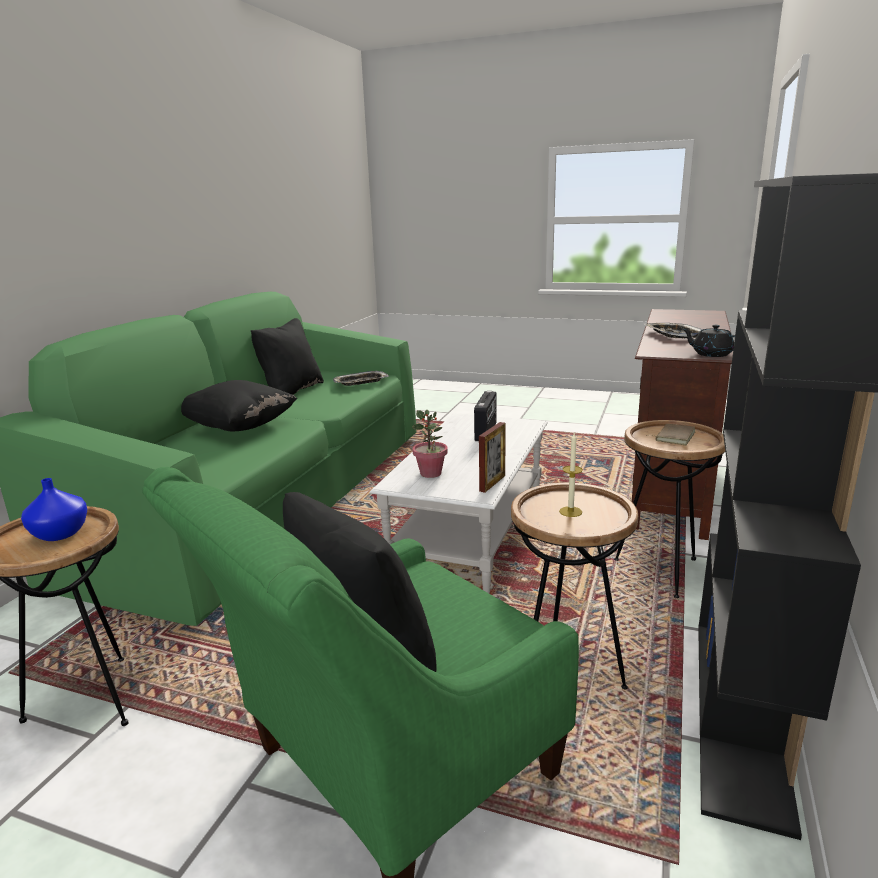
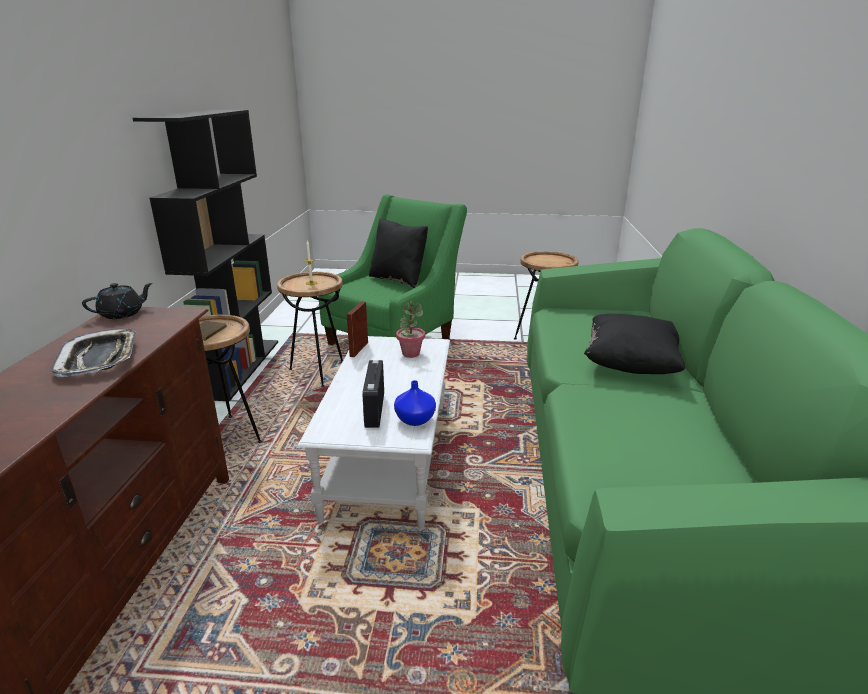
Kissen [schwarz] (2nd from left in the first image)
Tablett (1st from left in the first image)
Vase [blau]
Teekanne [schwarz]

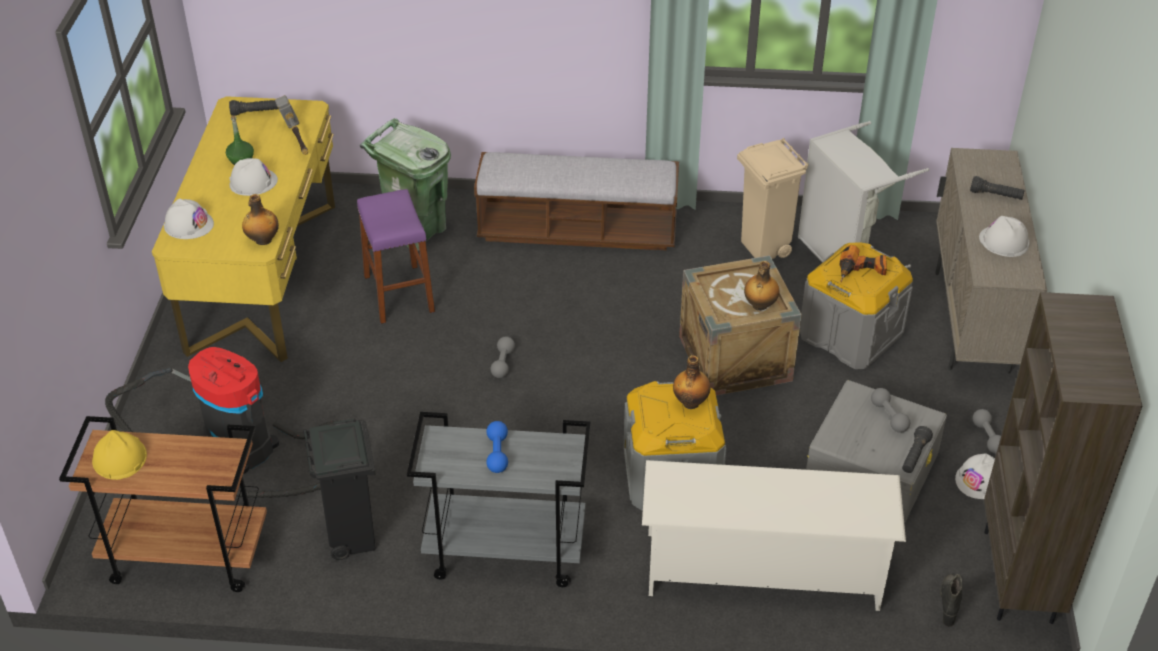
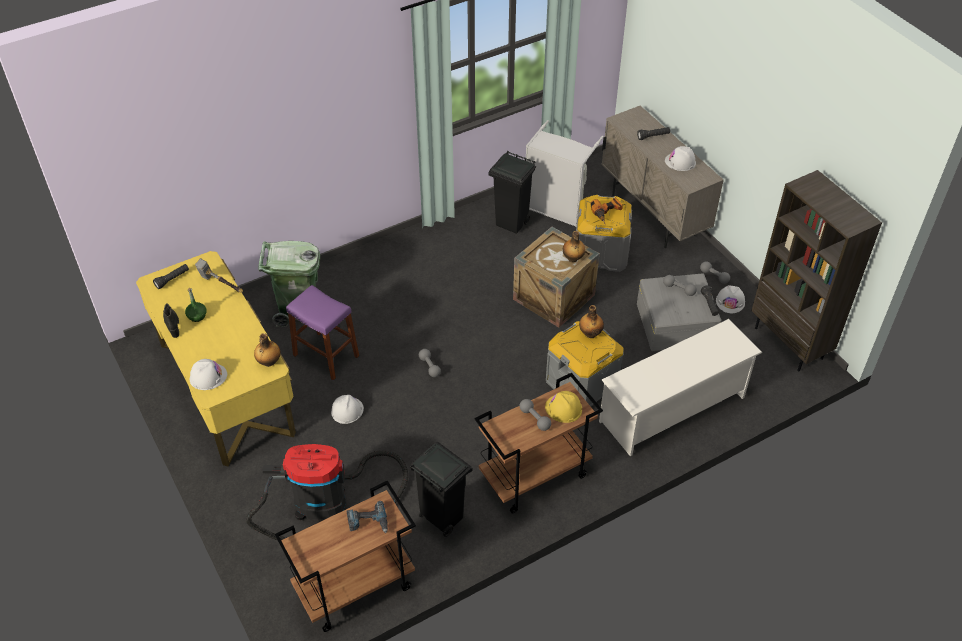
Bank
Bohrmaschine (1st from left)
Schutzhelm [gelb]
Schutzhelm [weiß] (2nd from left)
Stiefel [schwarz]
Rollwagen [braun] (2nd from left)
Hantel [grau] (2nd from left)
Mülleimer [schwarz] (2nd from left)

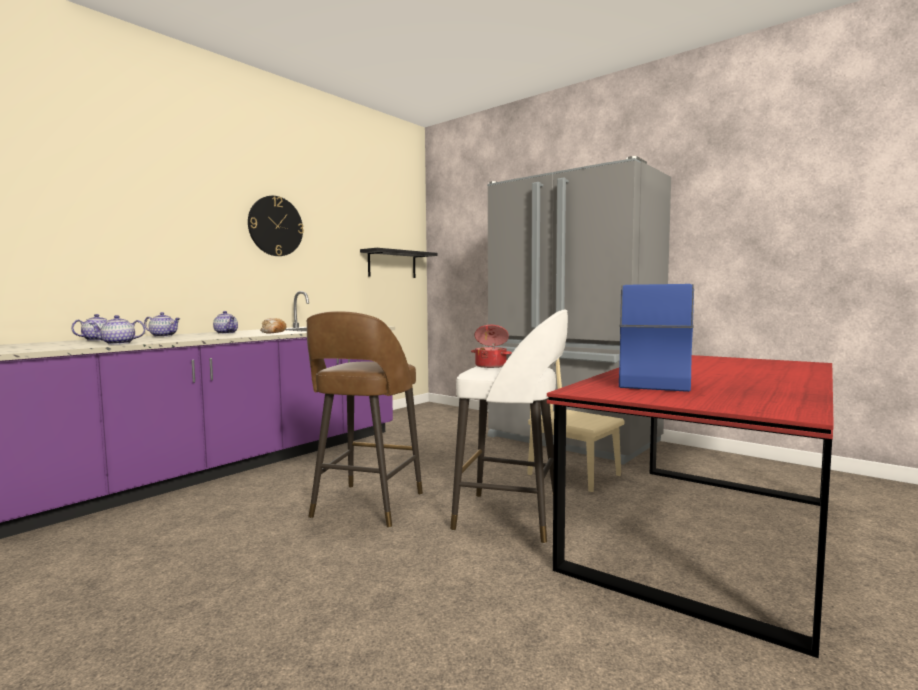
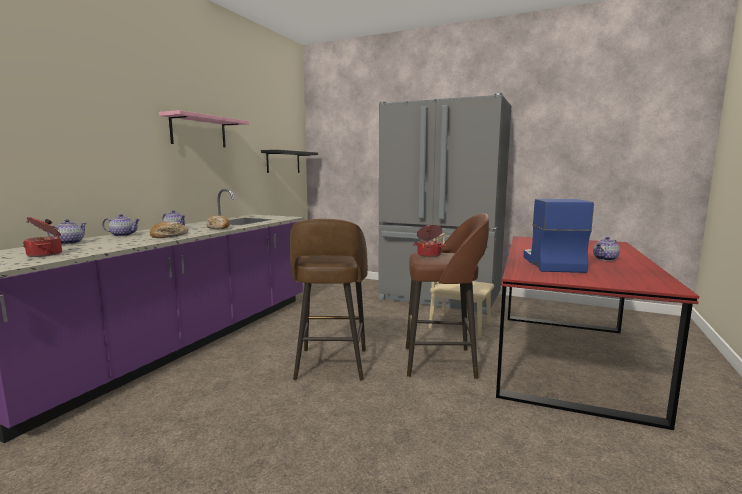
Kochtopf (1st from left)
Brot (1st from left)
Teekanne (4th from left)
Wandregal [rosa]
Hocker [braun] (2nd from left)

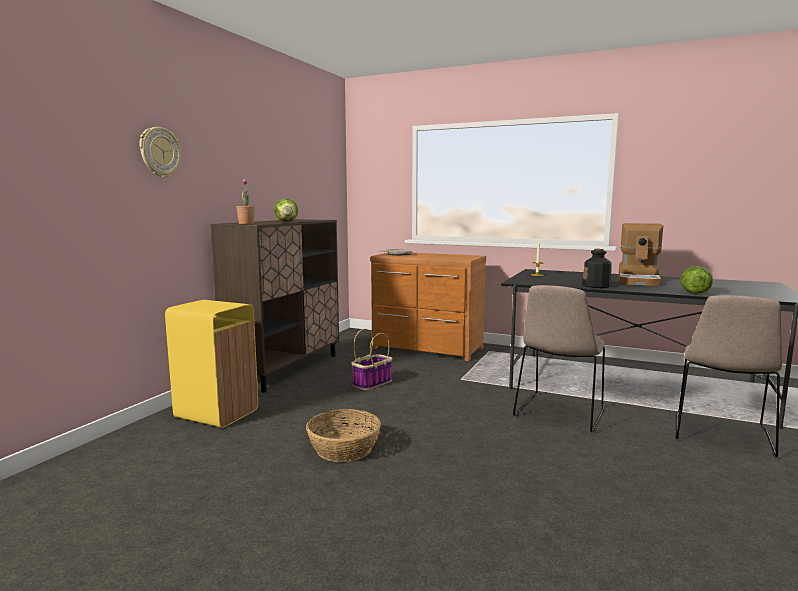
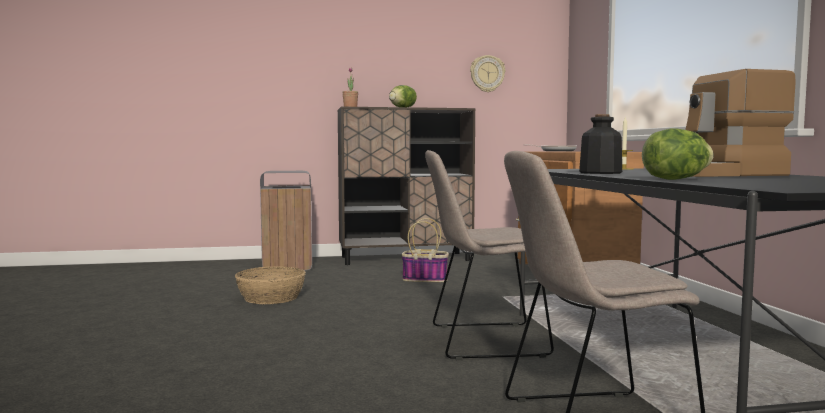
Wanduhr
Mülleimer [grau]

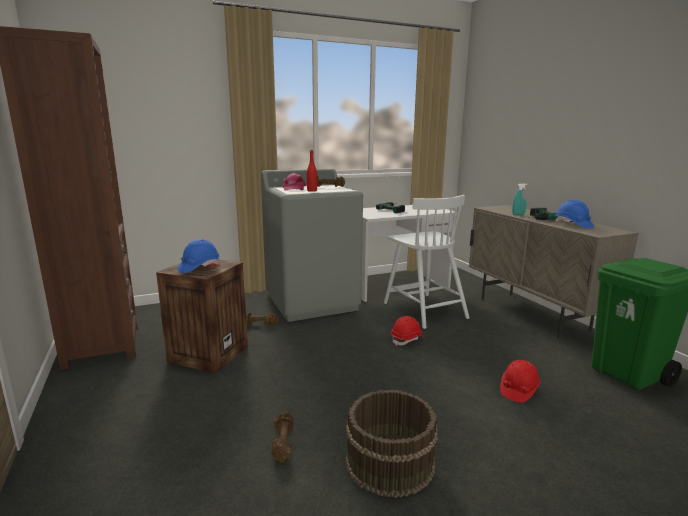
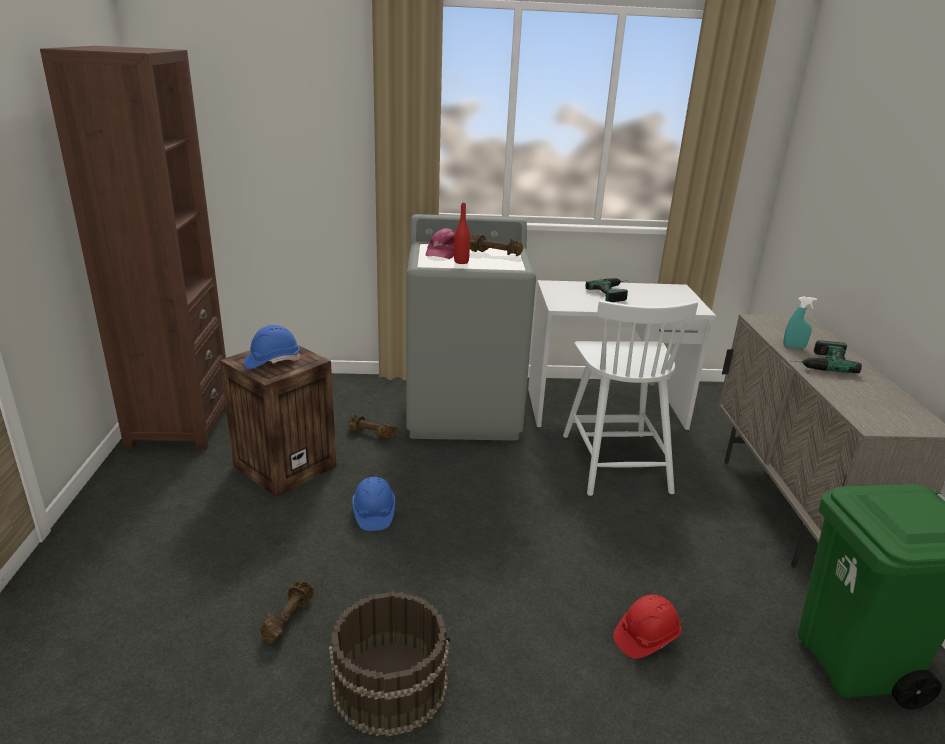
Schutzhelm [rot] (1st from left in the first image)
Schutzhelm [blau] (2nd from left)

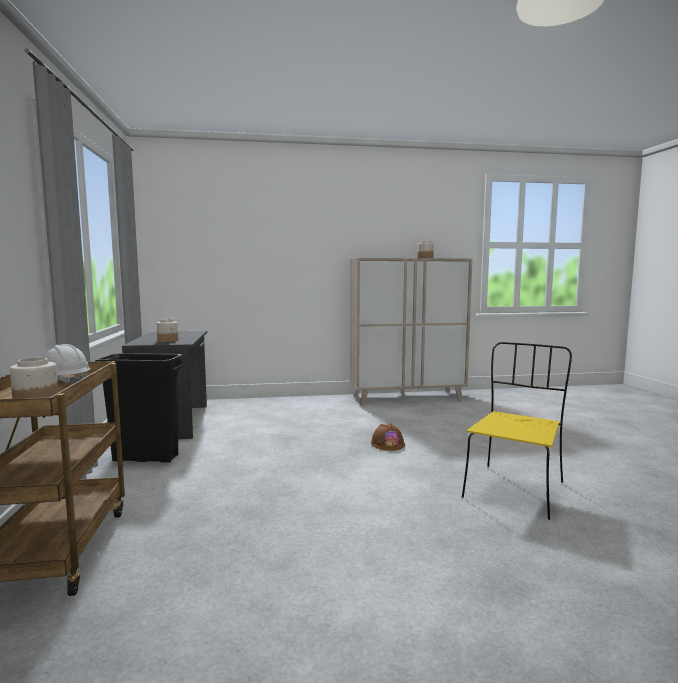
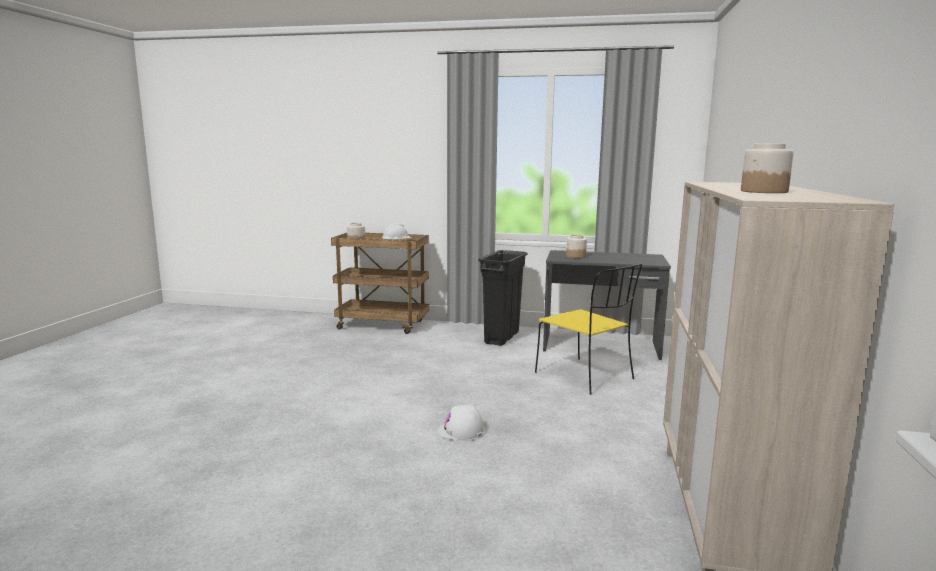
Stuhl [gelb]
Schutzhelm [weiß] (2nd from left)

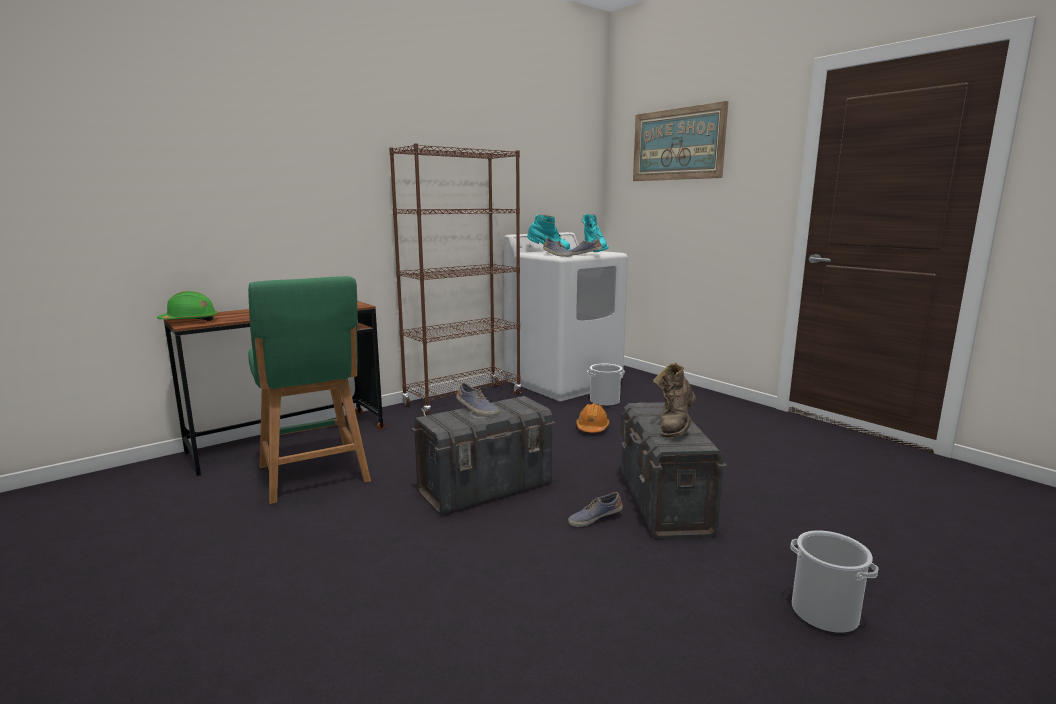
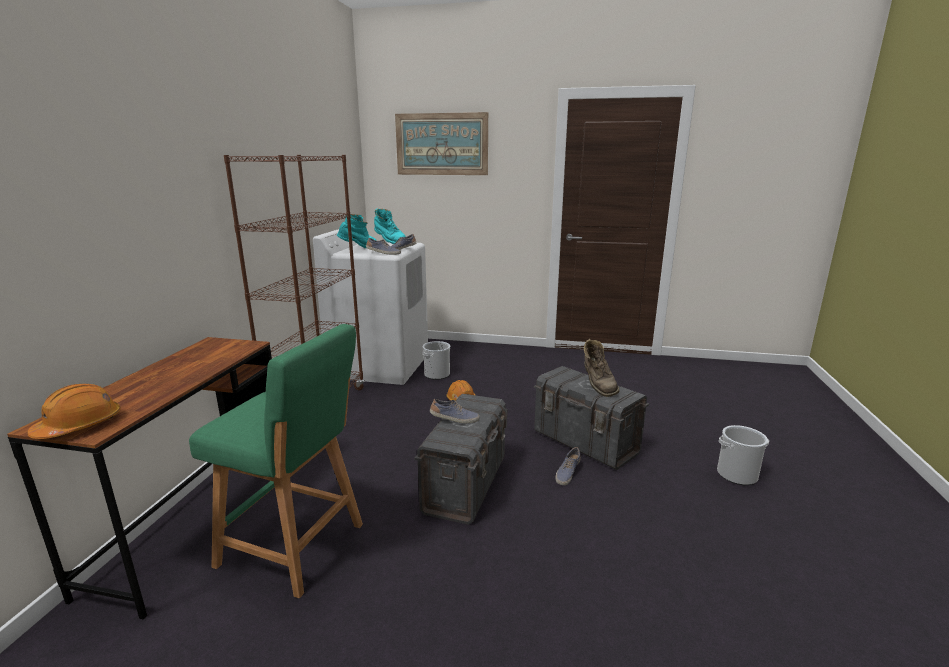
Schutzhelm [orange] (1st from left)

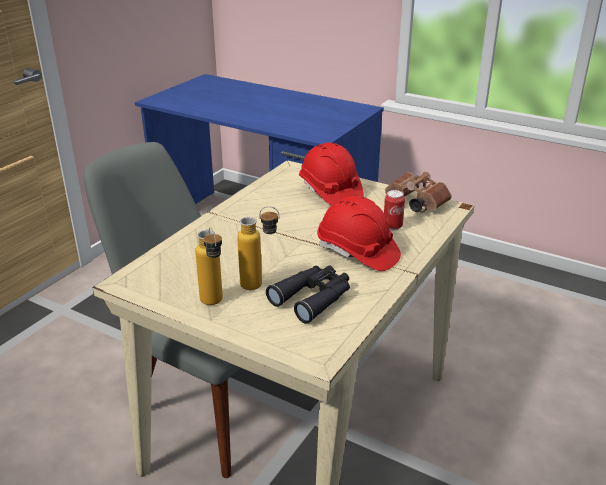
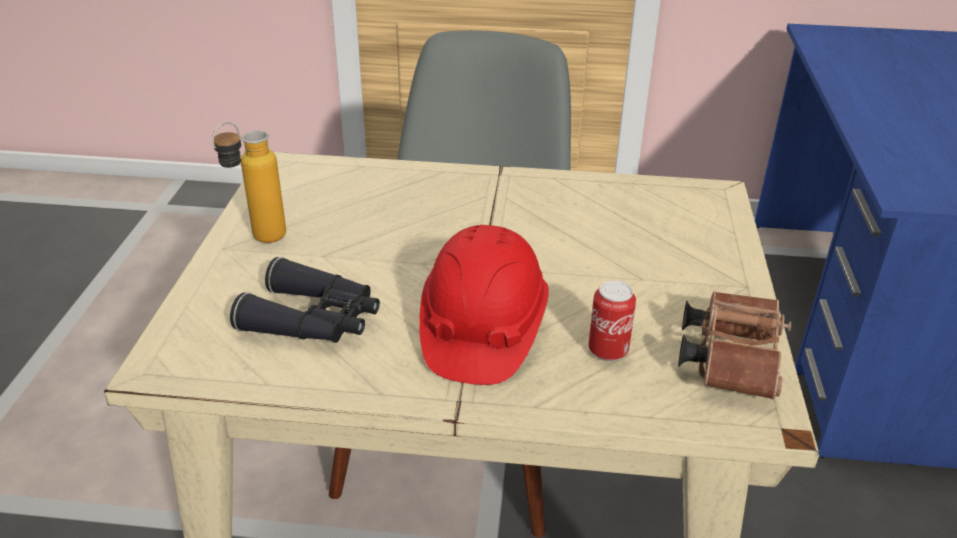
Flasche (2nd from left in the first image)
Schutzhelm [rot] (1st from left in the first image)

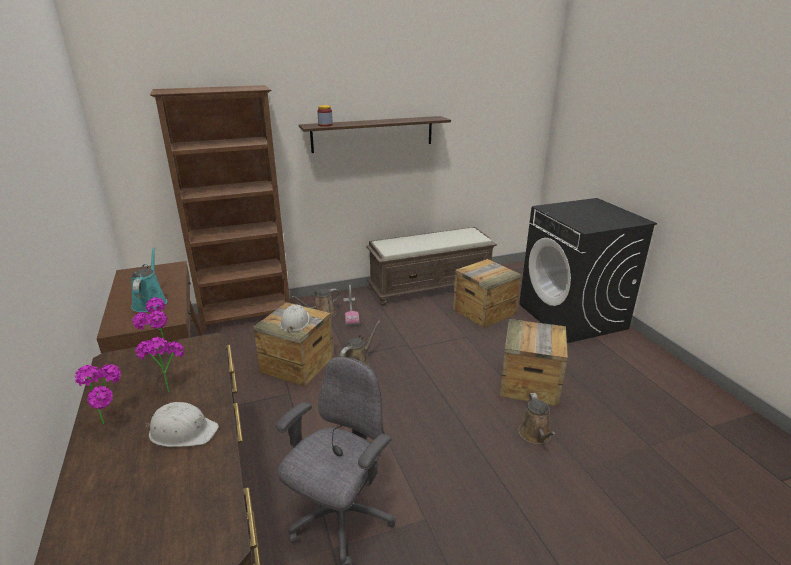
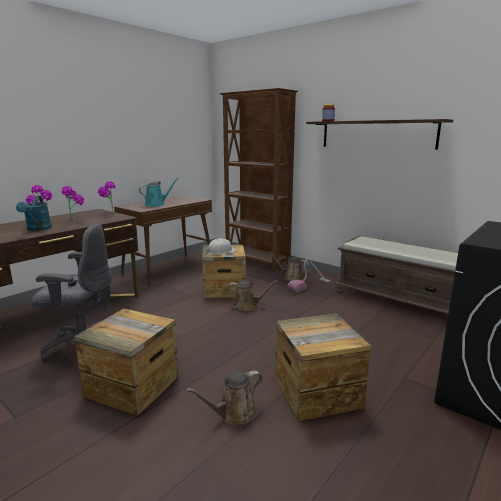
Kiste (1st from left)
Gießkanne [türkis] (1st from left)

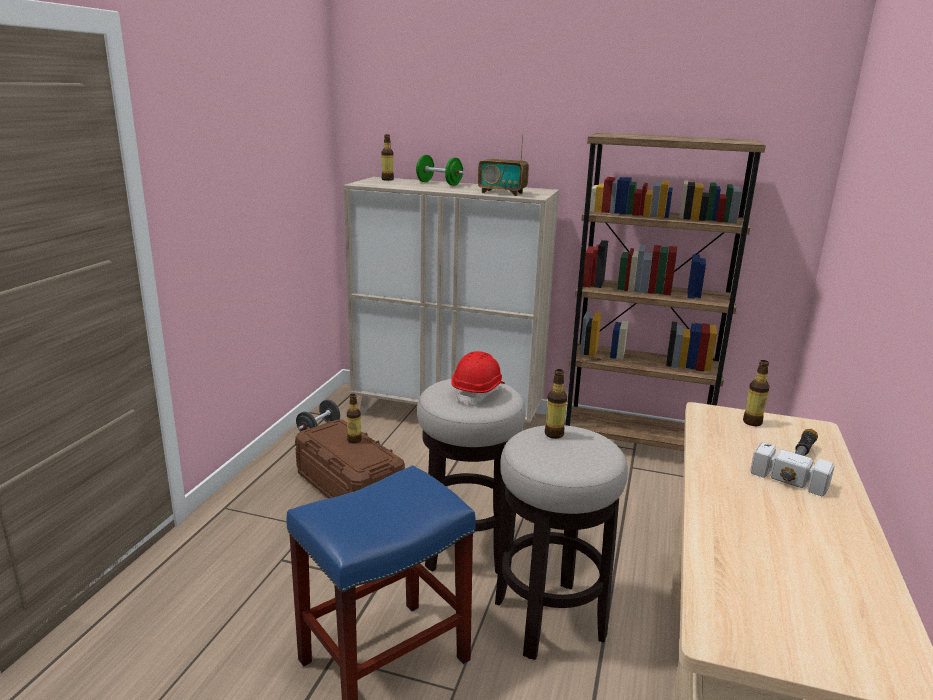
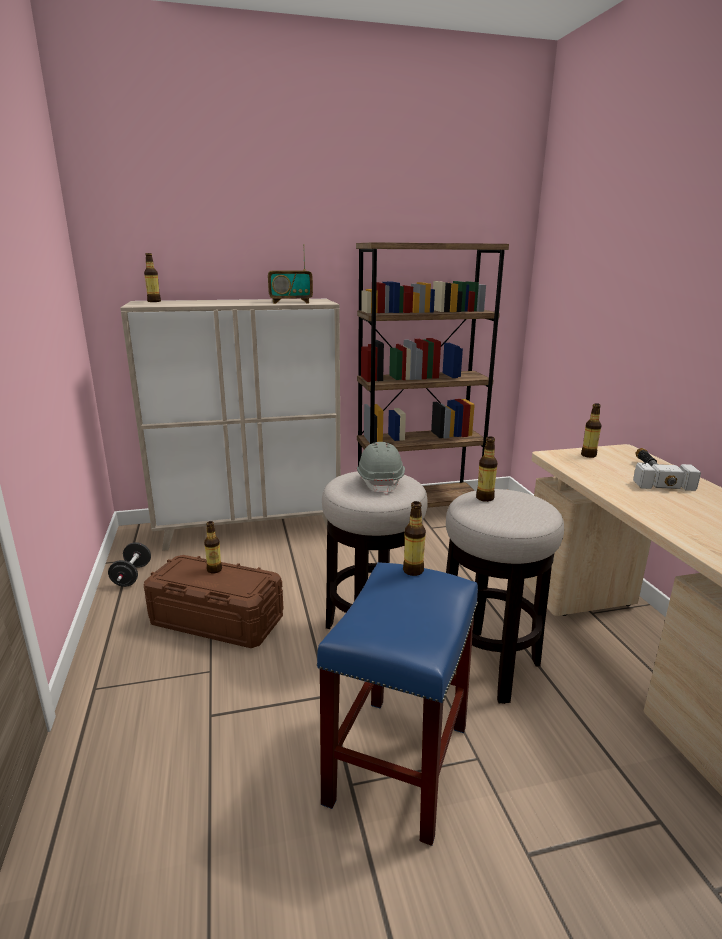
Hantel [grün]
Flasche (3rd from left)
Schutzhelm [grau]

